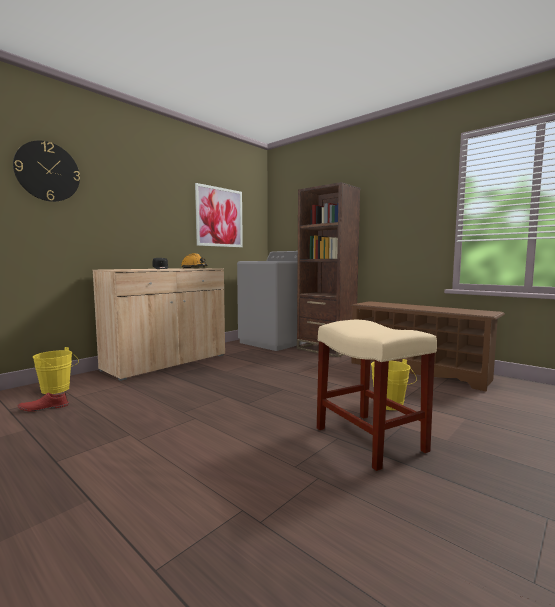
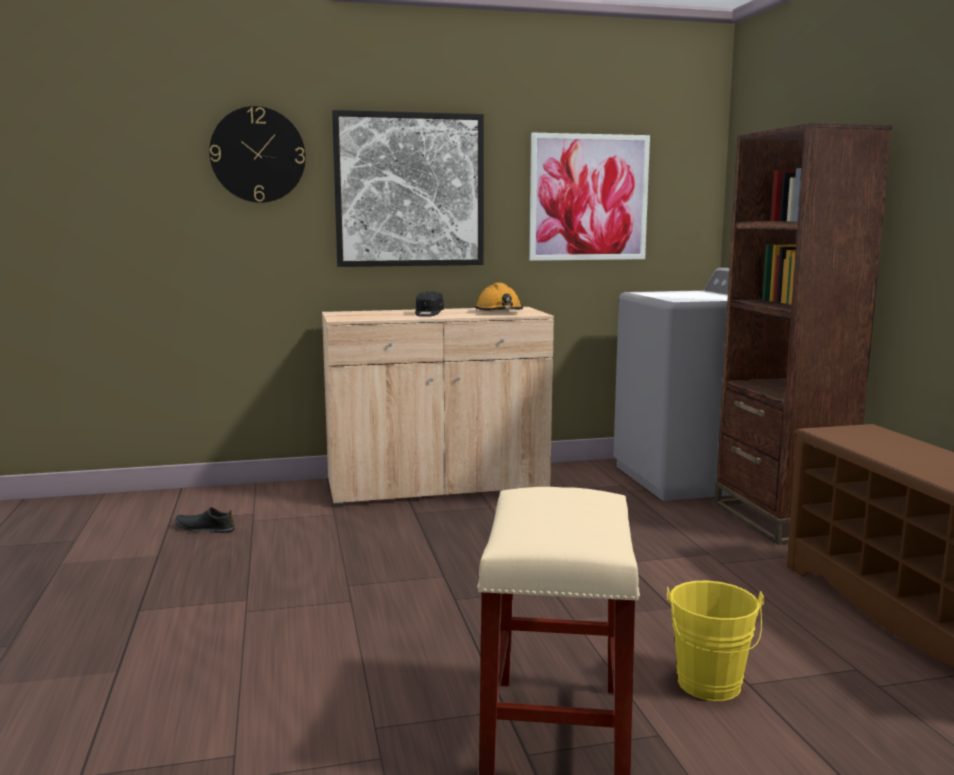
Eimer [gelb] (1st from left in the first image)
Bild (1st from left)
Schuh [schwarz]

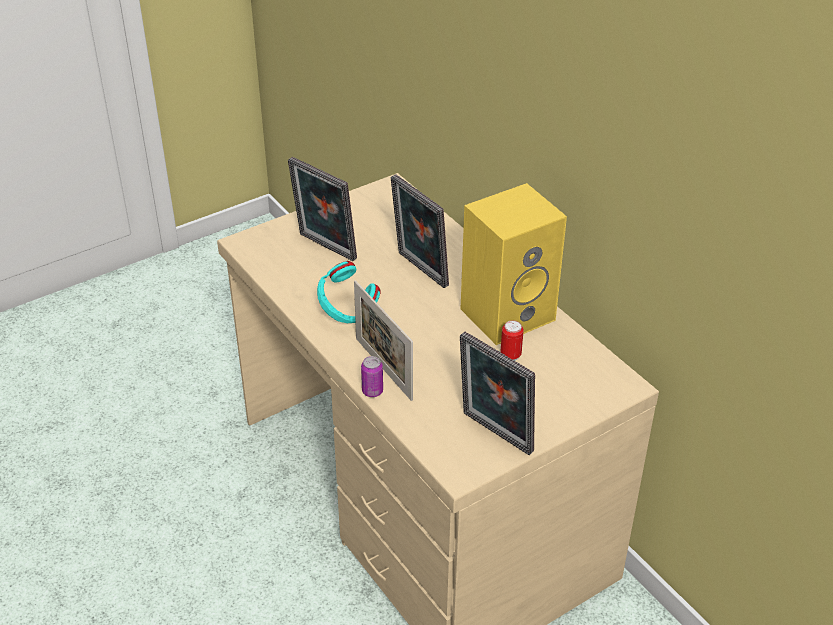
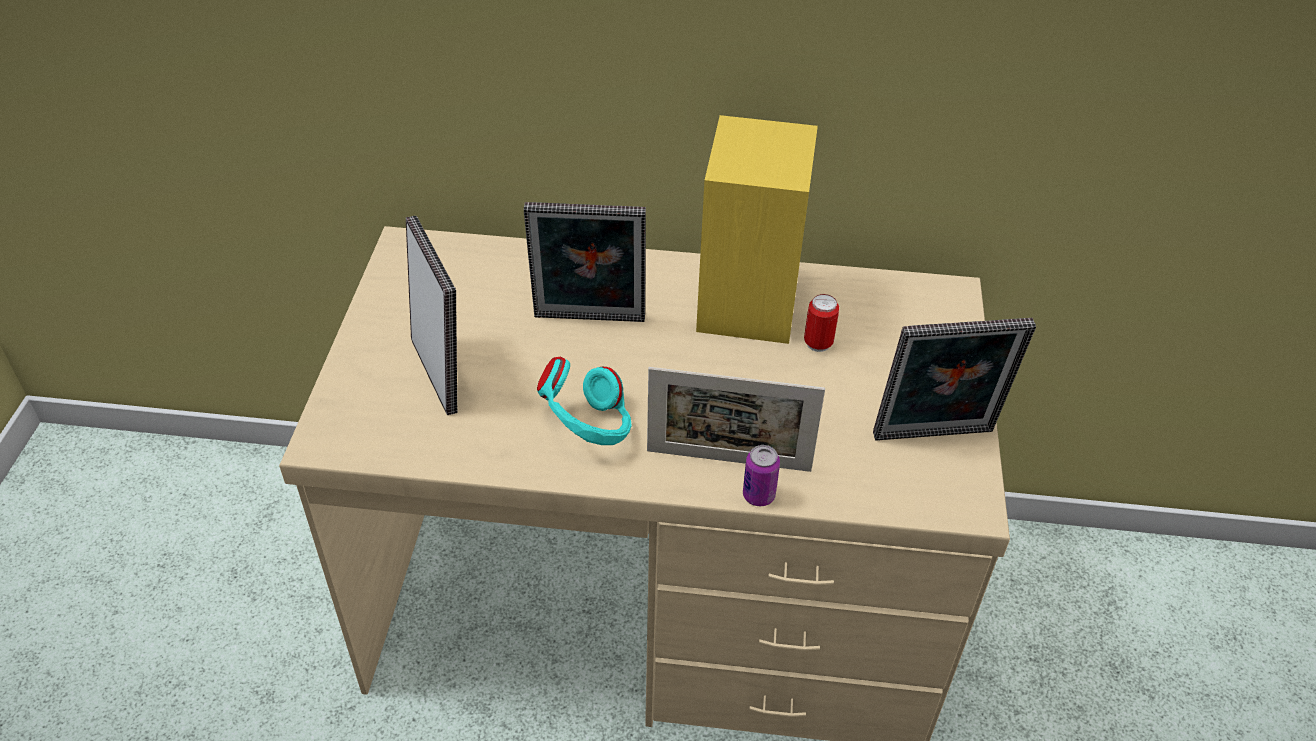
Bilderrahmen (1st from left)

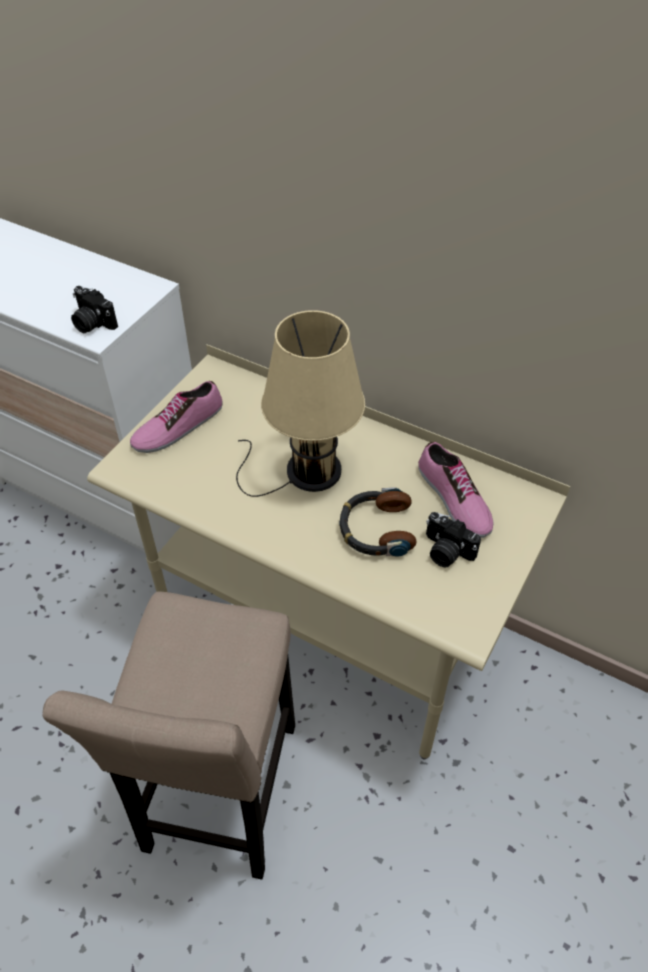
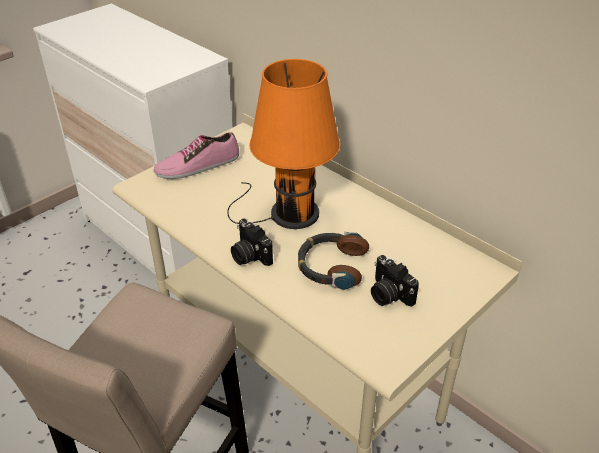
Schuh (2nd from left in the first image)
Kamera (1st from left)
Tischlampe [orange]

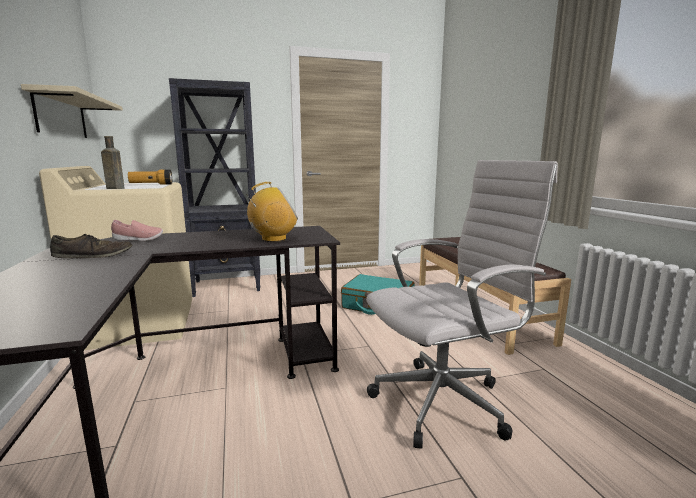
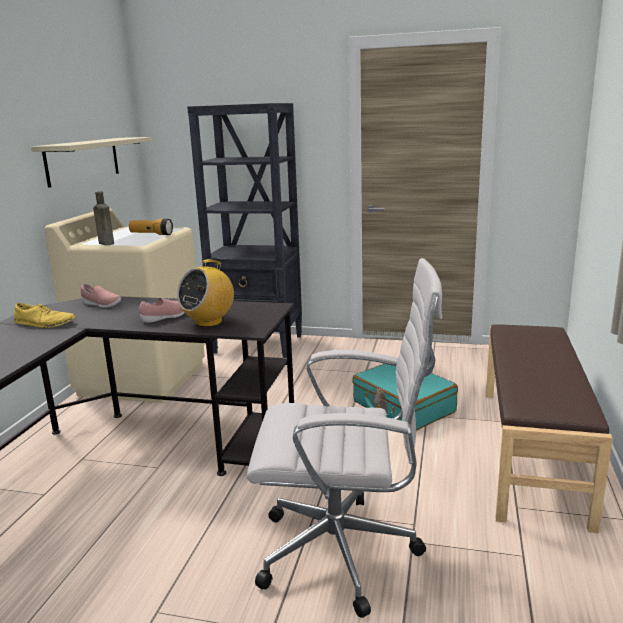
Schuh [rosa] (2nd from left)
Schuh [gelb]
Radio

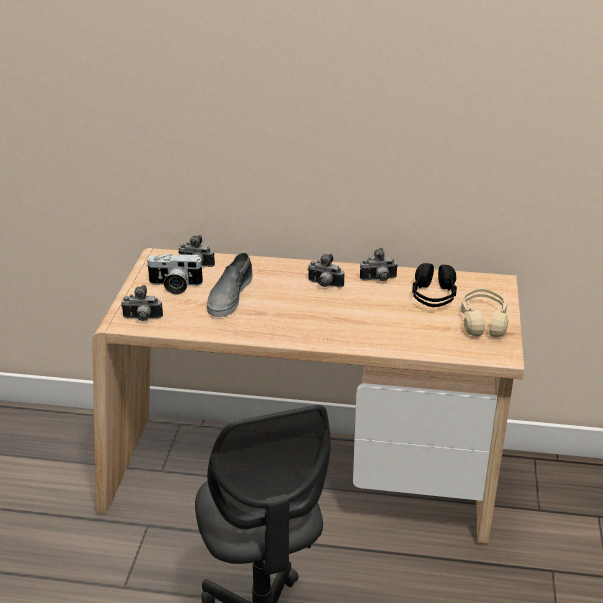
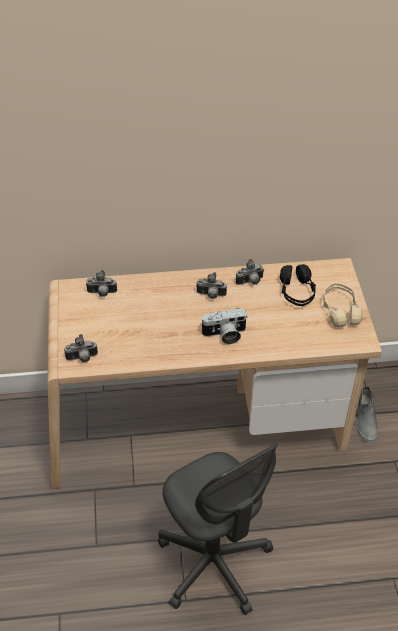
Kamera (4th from left)
Schuh [grau]

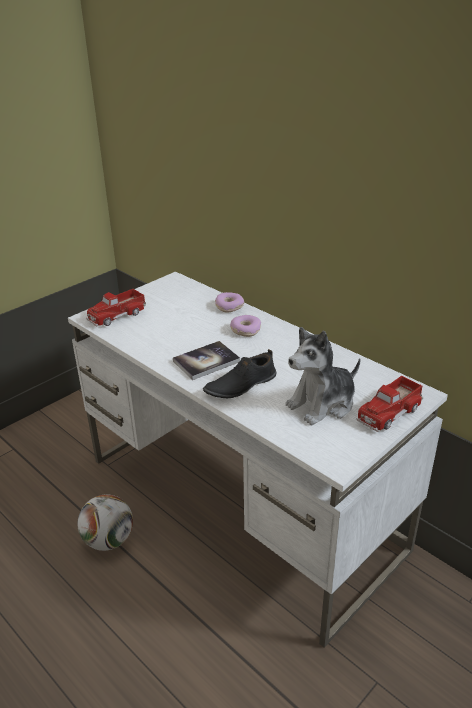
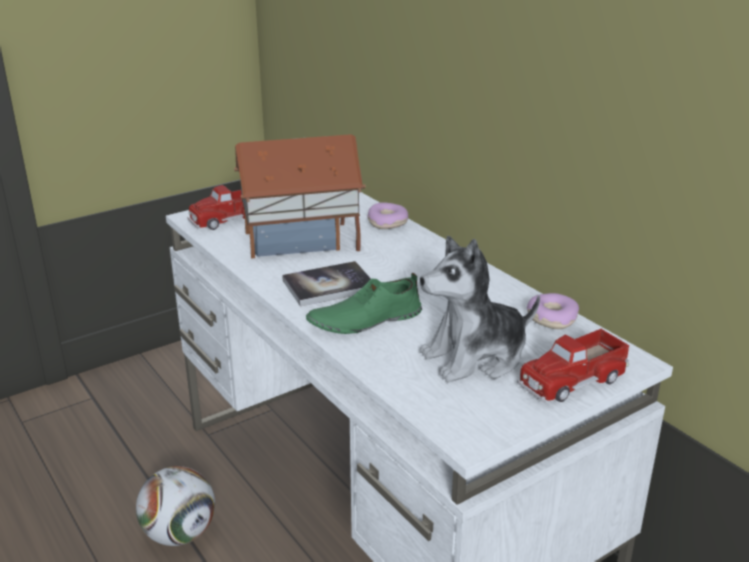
Spielzeughaus
Donut (2nd from left)
Schuh [grün]

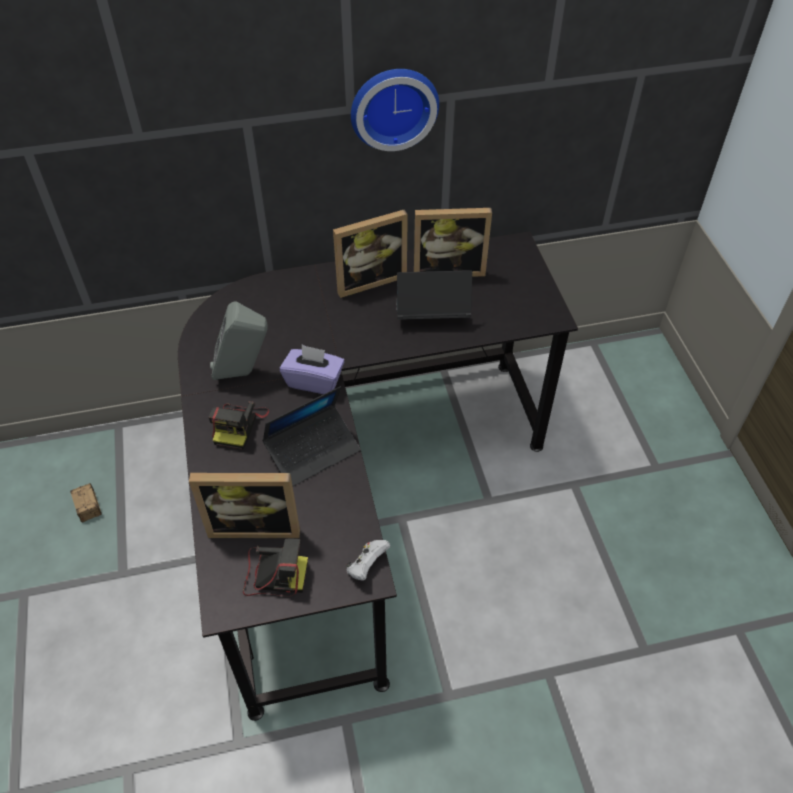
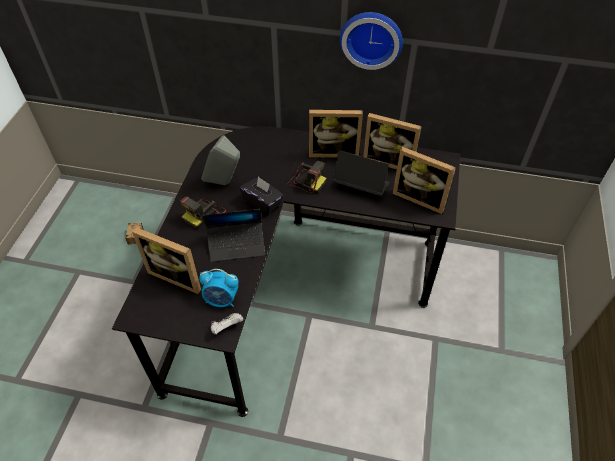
Wecker
Bilderrahmen (4th from left)
Kamera (2nd from left)
Taschentuchbox [schwarz]

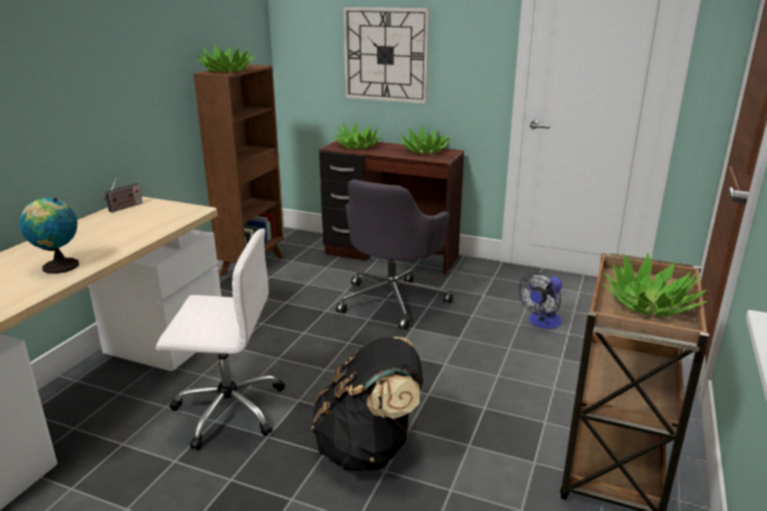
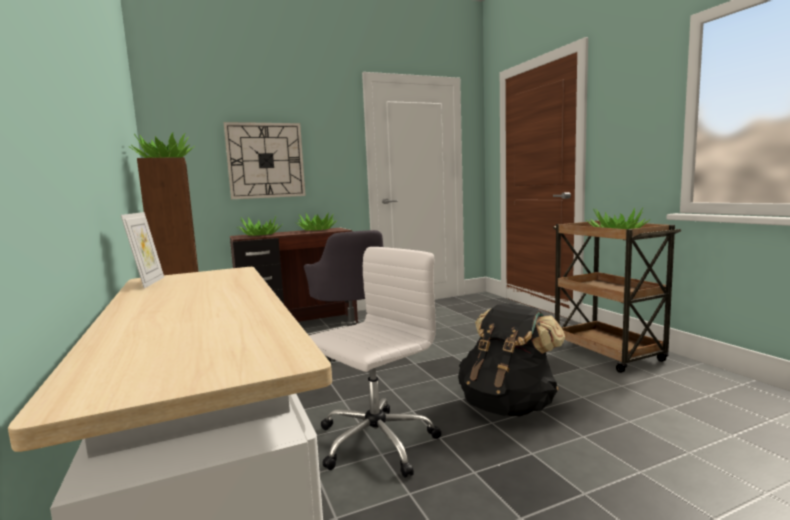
Globus
Ventilator
Bilderrahmen

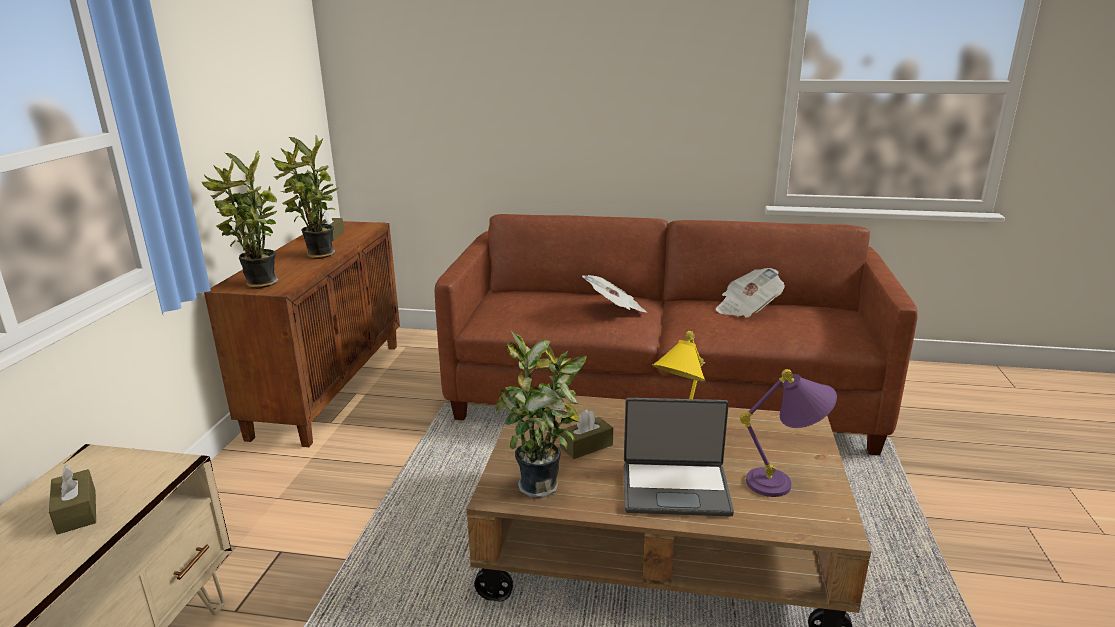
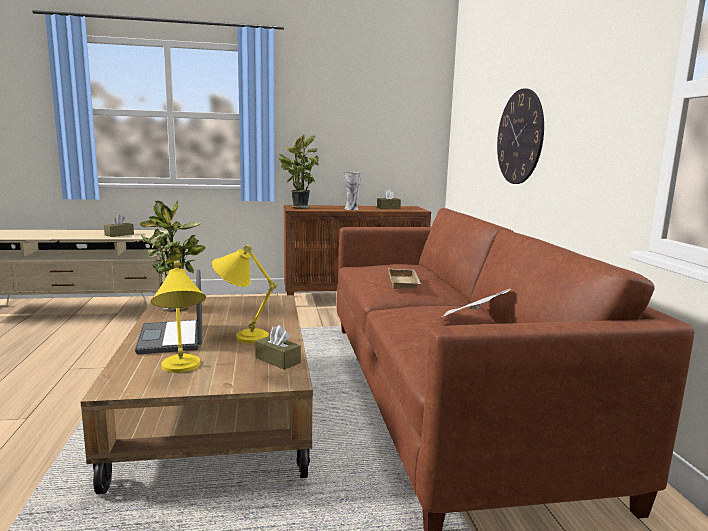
Wanduhr
Taschentuchbox [braun] (2nd from left)
Vase
Tablett [beige]
Tischlampe [gelb] (1st from left)

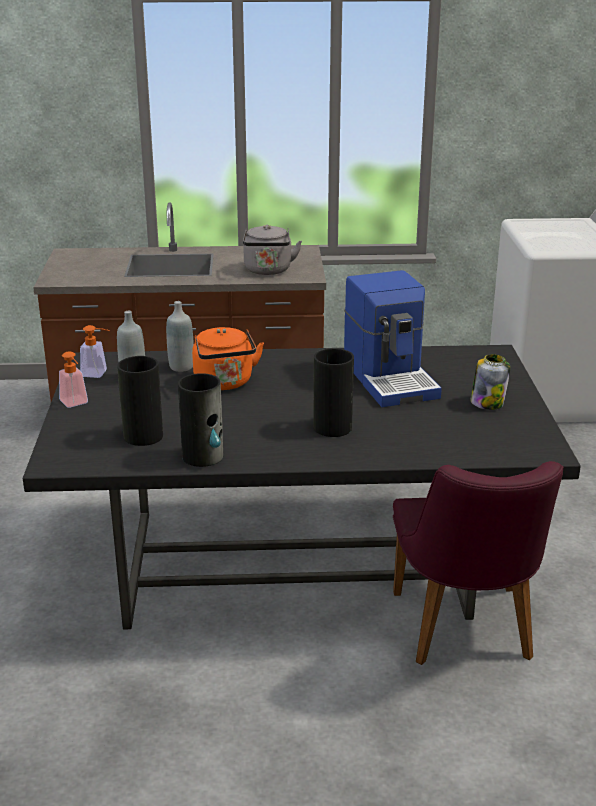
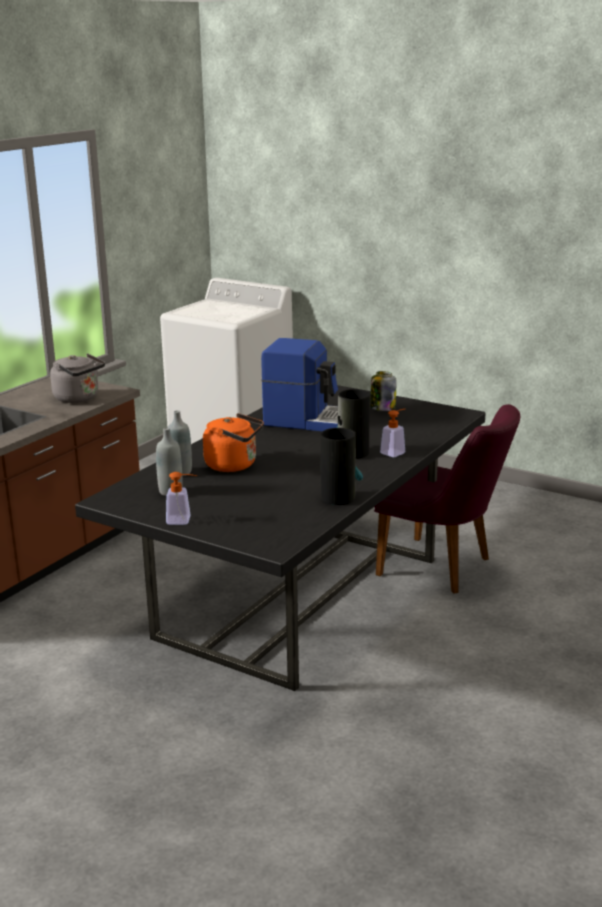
Vase (1st from left in the first image)
Seifenspender (2nd from left)

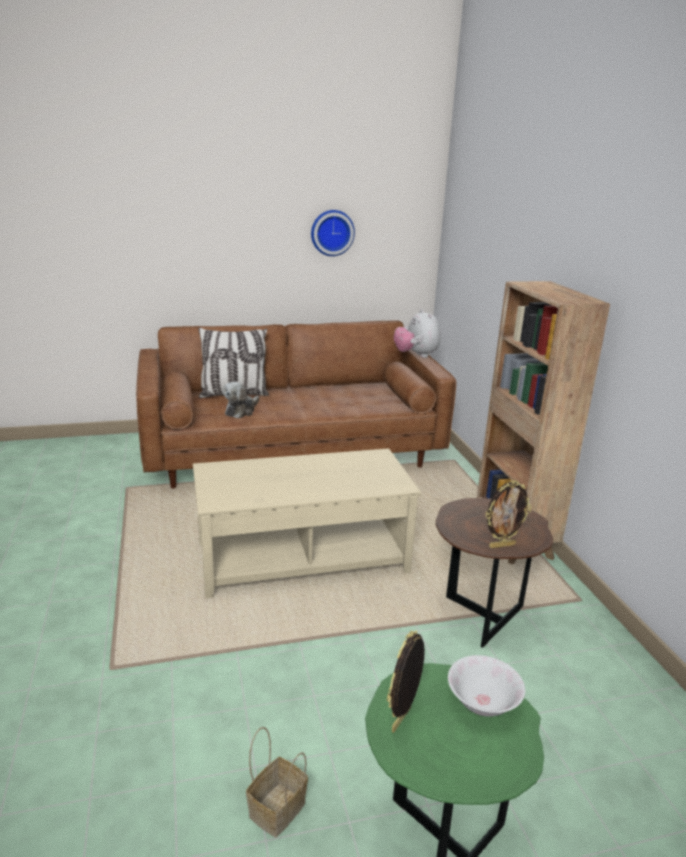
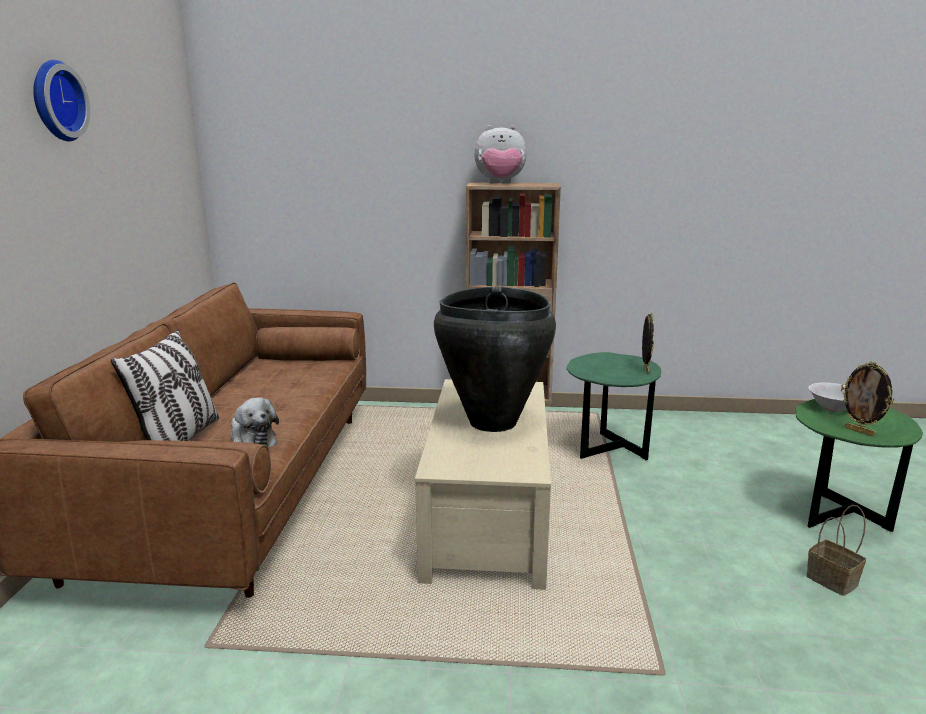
Vase [schwarz]
Wanduhr
Plüschtier (2nd from left)
Beistelltisch [grün] (1st from left)

